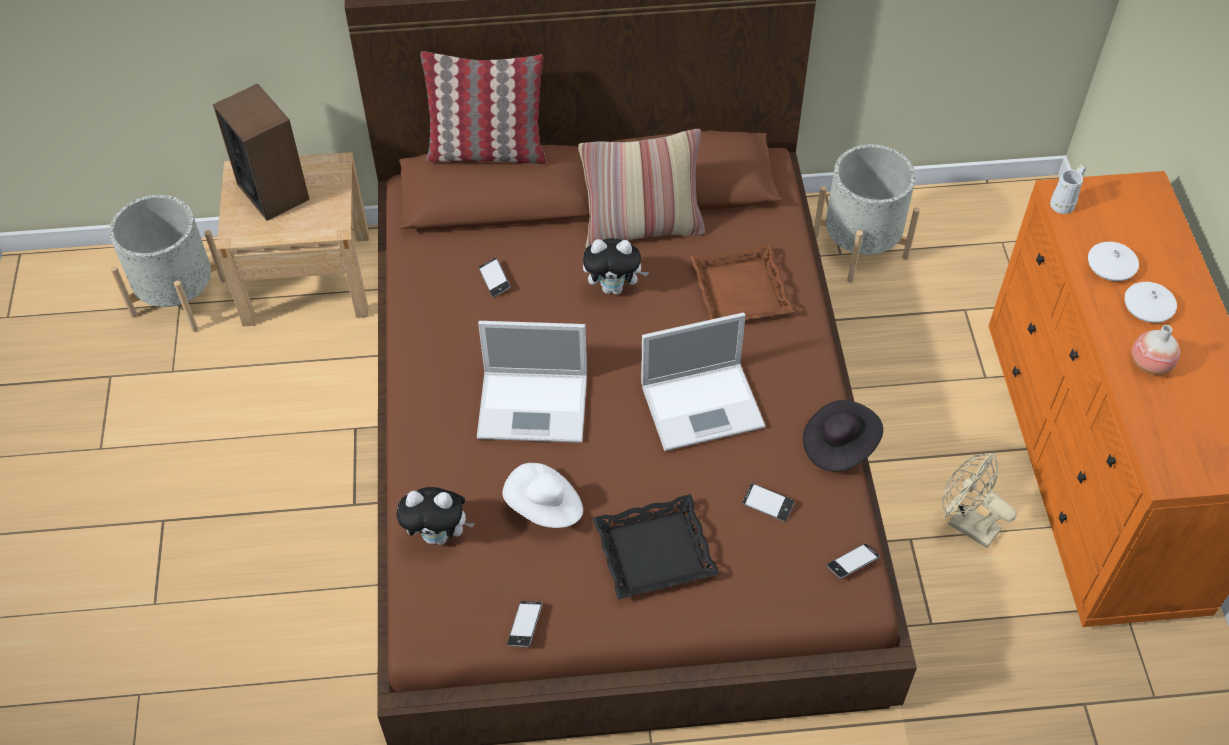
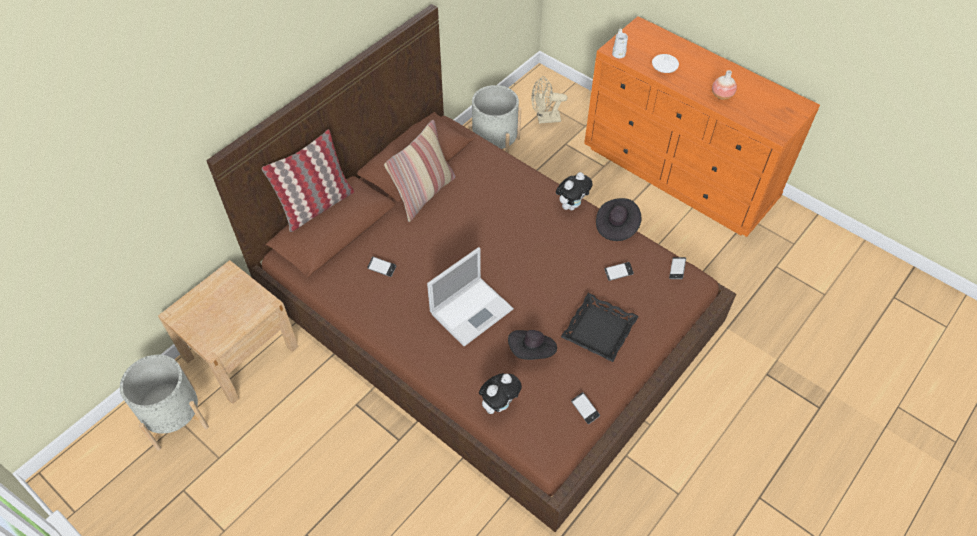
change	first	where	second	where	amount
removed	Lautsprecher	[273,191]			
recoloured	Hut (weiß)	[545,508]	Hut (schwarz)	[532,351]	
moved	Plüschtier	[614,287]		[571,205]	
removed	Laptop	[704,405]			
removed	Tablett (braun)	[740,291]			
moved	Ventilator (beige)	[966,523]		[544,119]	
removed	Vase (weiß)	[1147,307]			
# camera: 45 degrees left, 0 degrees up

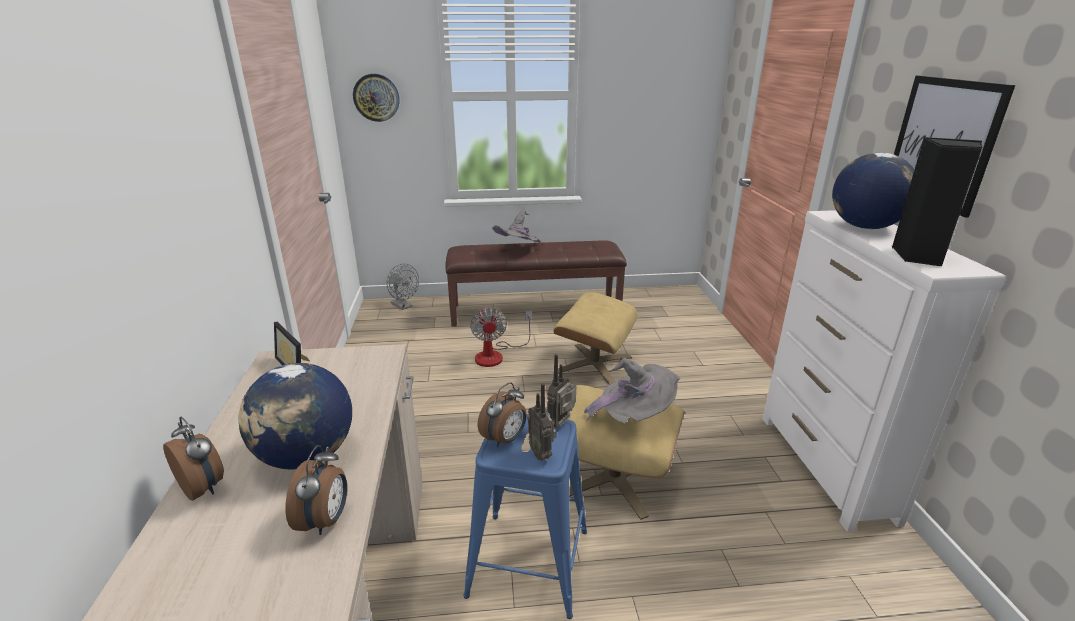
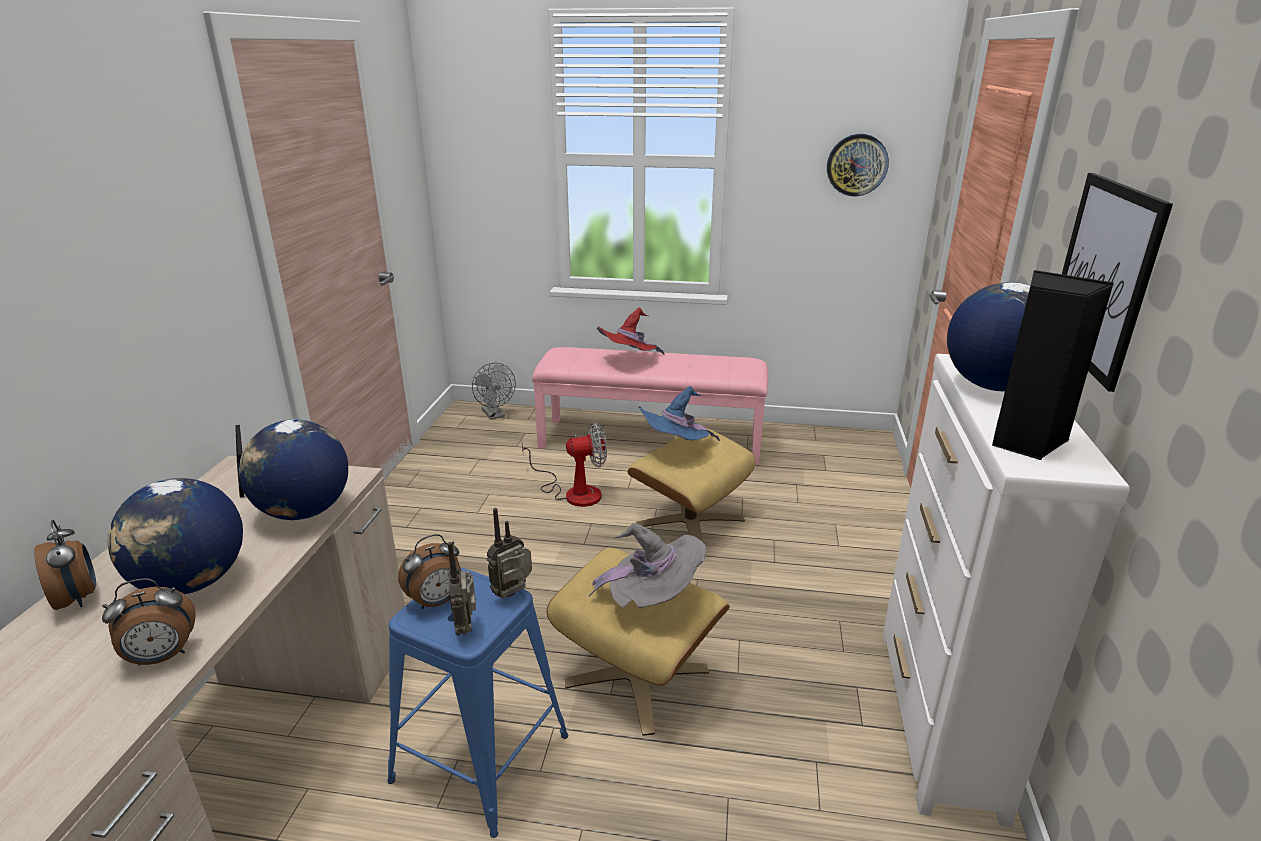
change	first	where	second	where	amount
turned	Wecker	[325,520]		[162,657]	45 degrees clockwise
moved	Wanduhr	[376,97]		[857,165]	
recoloured	Bank (braun)	[535,310]	Bank (rosa)	[651,440]	
turned	Ventilator	[496,355]		[573,492]	105 degrees counterclockwise
recoloured	Hut (grau)	[518,251]	Hut (rot)	[629,361]	
added			Globus	[303,512]	
added			Hut (blau)	[675,448]	
# camera: 15 degrees right, 0 degrees up

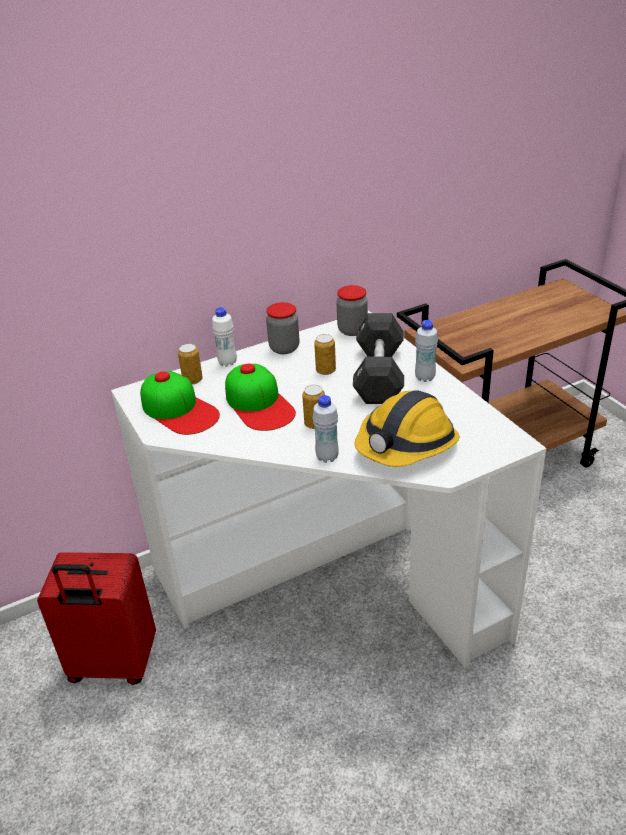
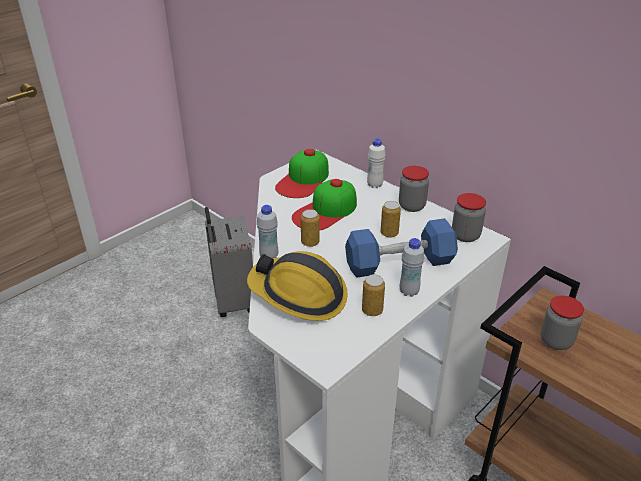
change	first	where	second	where	amount
recoloured	Koffer (rot)	[113,665]	Koffer (grau)	[232,301]	
moved	Dose	[192,380]		[372,311]	
recoloured	Hantel (schwarz)	[379,374]	Hantel (blau)	[399,263]	
added			Vorratsglas	[556,341]	
# camera: 70 degrees right, 0 degrees up

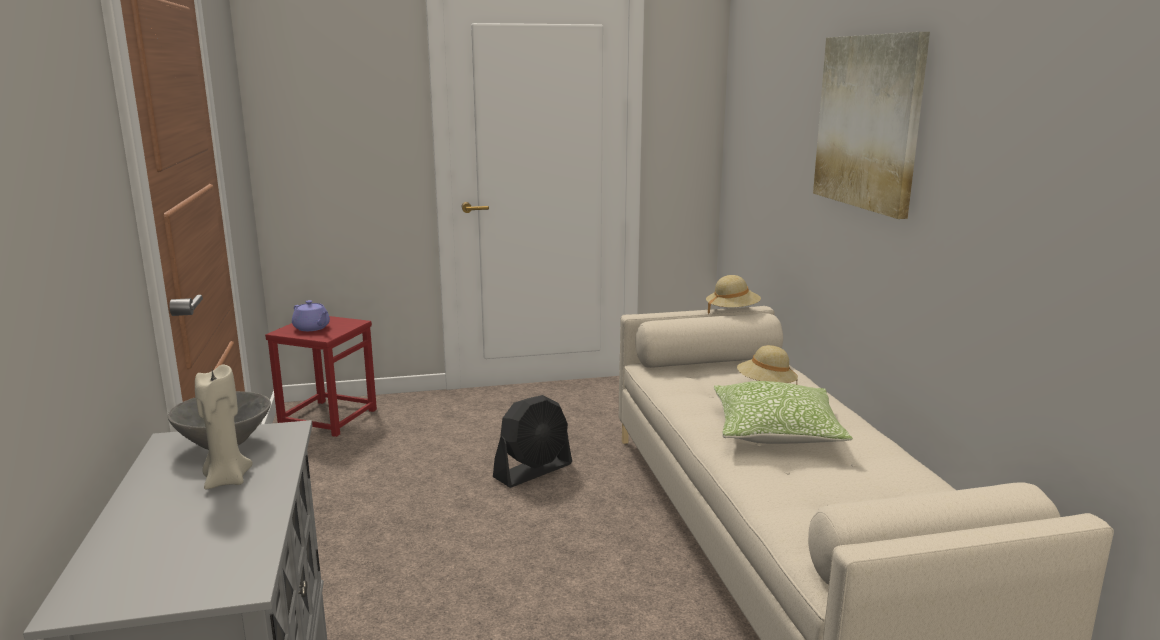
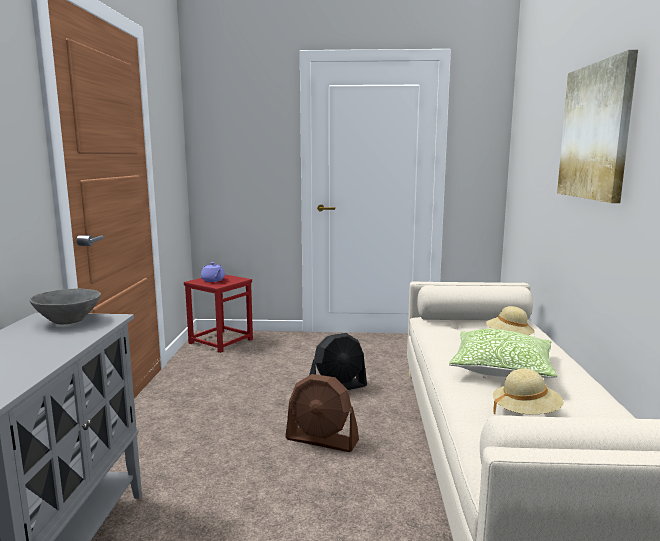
change	first	where	second	where	amount
removed	Kerze (beige)	[226,480]			
moved	Hut (beige)	[732,311]		[525,413]	
added			Ventilator (braun)	[322,440]	
# camera: 15 degrees right, 5 degrees down

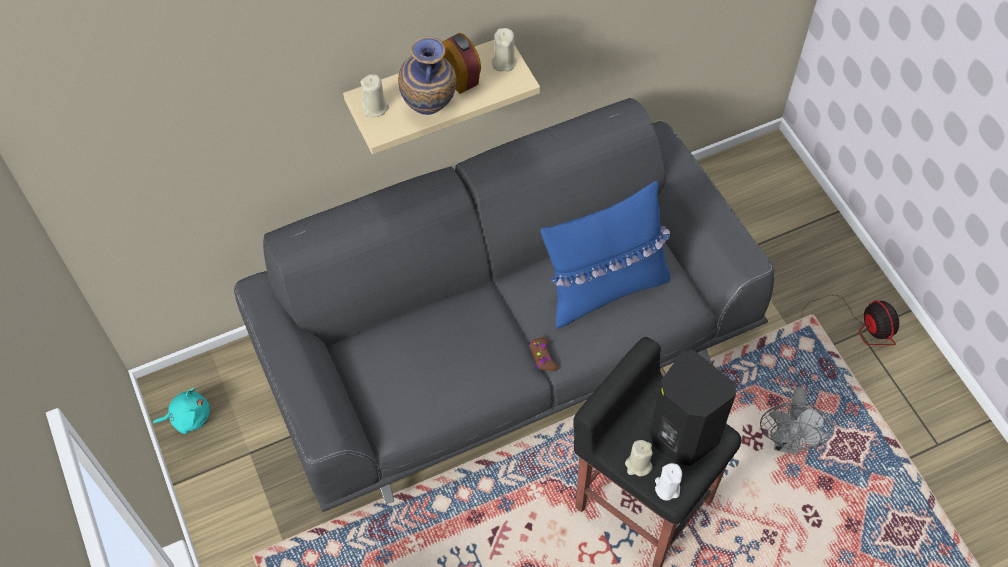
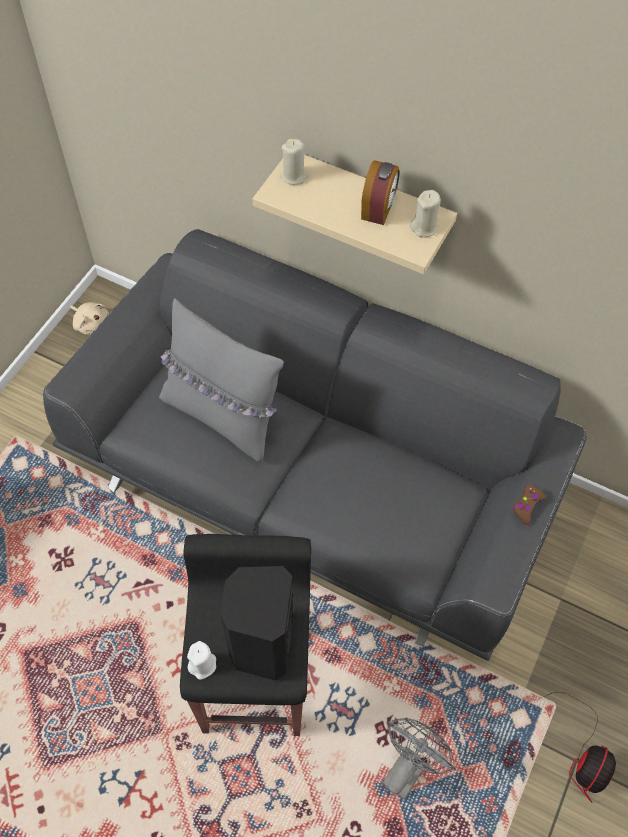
change	first	where	second	where	amount
recoloured	Plüschtier (türkis)	[188,417]	Plüschtier (beige)	[91,324]	
removed	Vase	[430,110]			
moved	Gamepad (braun)	[542,357]		[527,505]	
removed	Kissen (blau)	[604,288]			
removed	Kerze (beige)	[638,465]			
turned	Ventilator (grau)	[787,442]		[408,765]	150 degrees clockwise
added			Kissen (grau)	[222,416]	
# camera: 50 degrees right, 0 degrees up

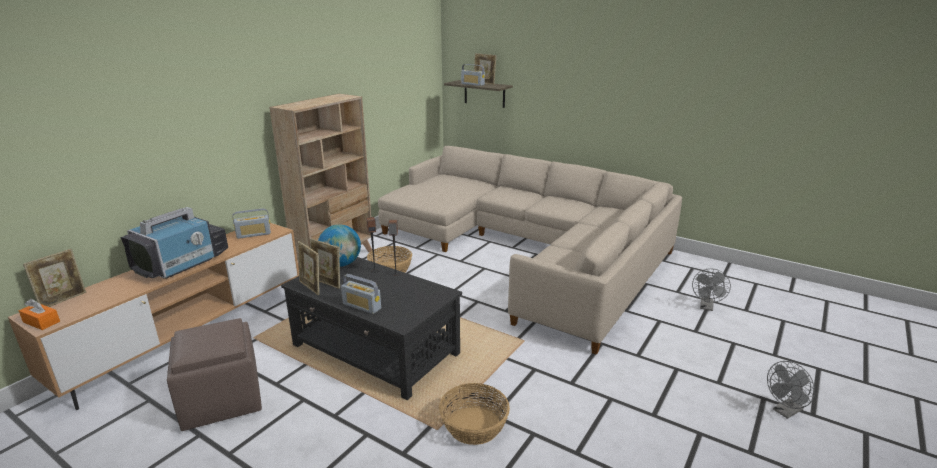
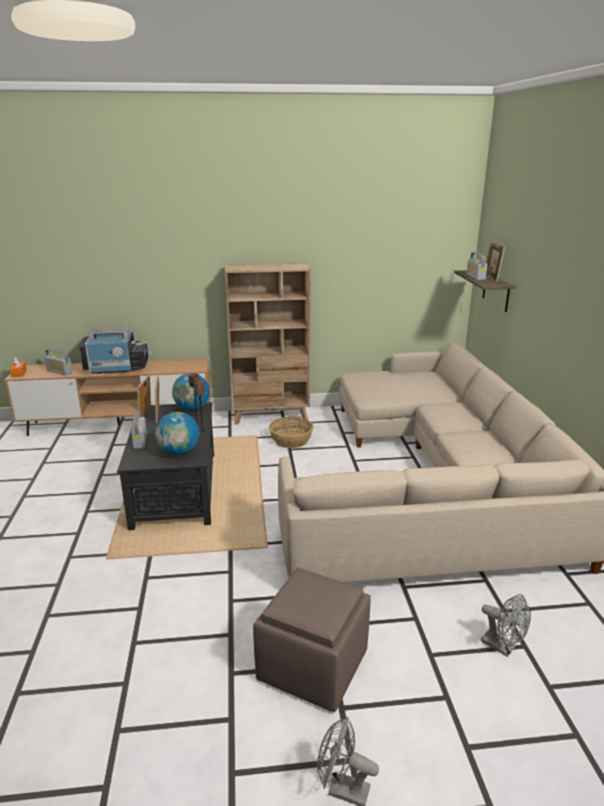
change	first	where	second	where	amount
removed	Bilderrahmen	[63,300]			
moved	Polsterhocker (braun)	[223,400]		[313,667]	
moved	Radio	[254,234]		[59,371]	
removed	Korb	[473,425]			
turned	Ventilator (grau)	[706,307]		[503,647]	120 degrees counterclockwise
added			Globus	[179,452]	
# camera: 50 degrees right, 0 degrees up

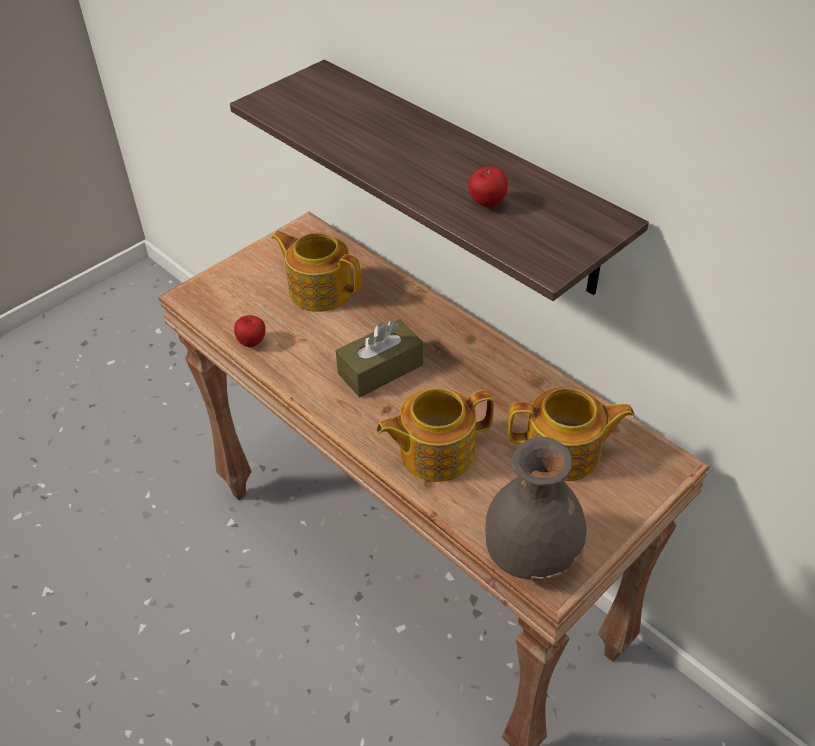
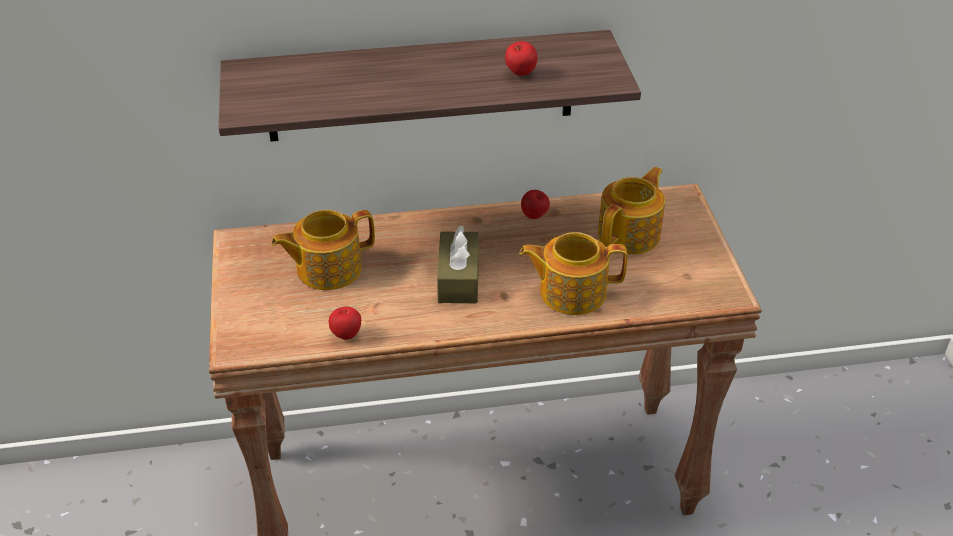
change	first	where	second	where	amount
turned	Teekanne	[435,452]		[571,292]	75 degrees clockwise
removed	Vase (grau)	[531,552]			
added			Apfel	[534,217]	
# camera: 55 degrees left, 5 degrees down

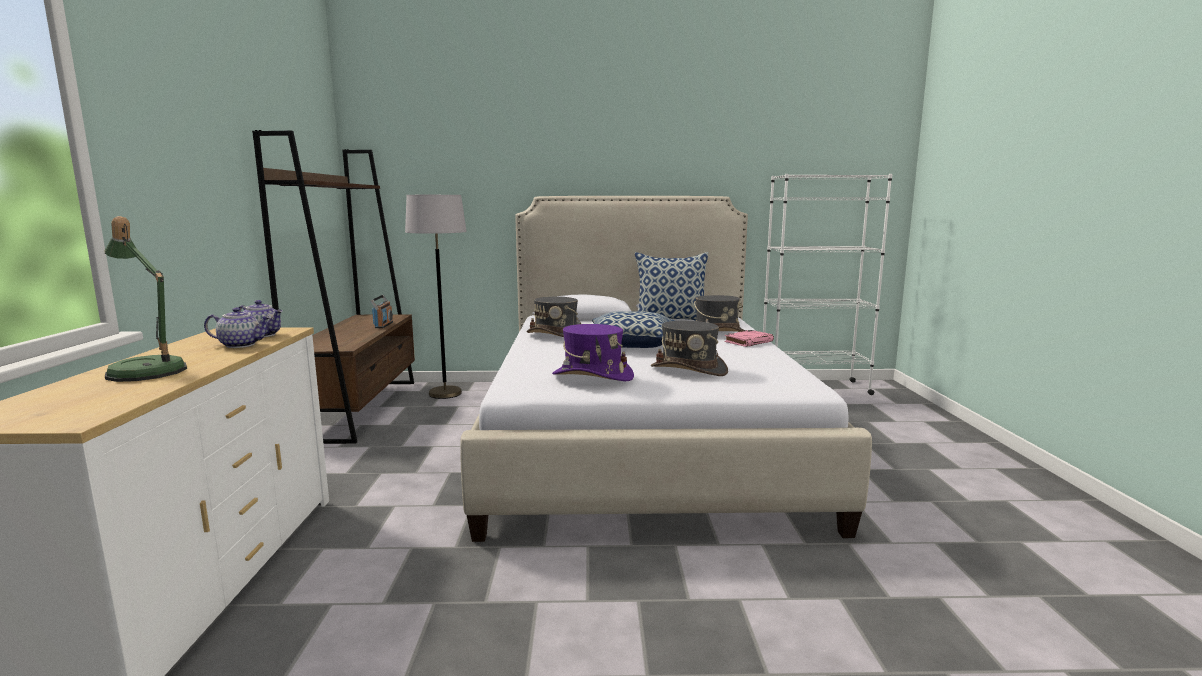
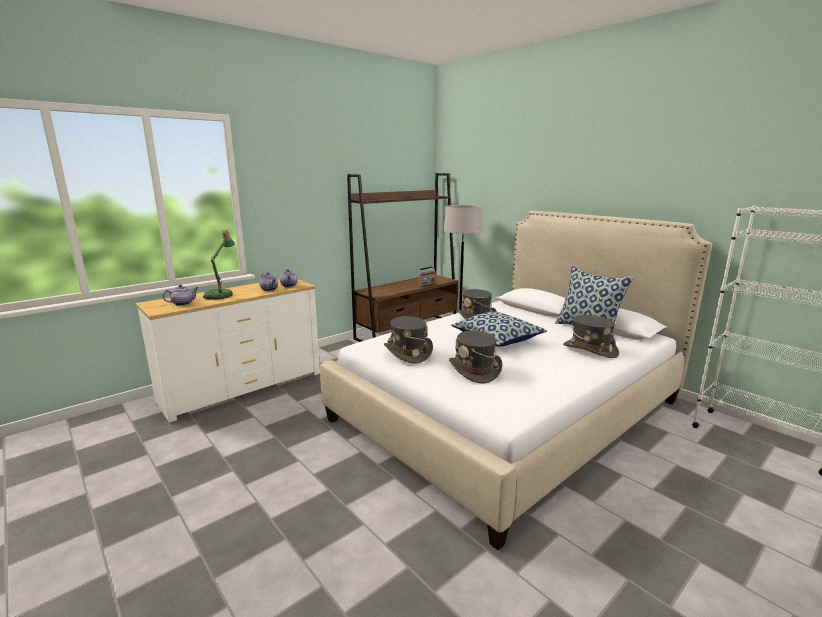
change	first	where	second	where	amount
recoloured	Hut (lila)	[592,376]	Hut (grau)	[408,352]	
removed	Buch (rosa)	[748,342]			
added			Teekanne	[183,303]	
# camera: 50 degrees right, 5 degrees up

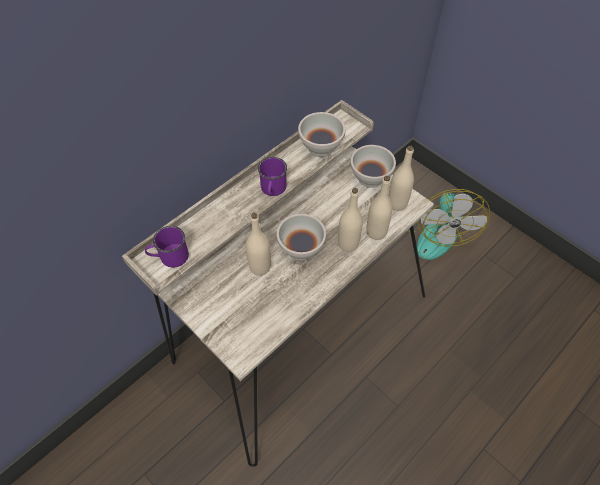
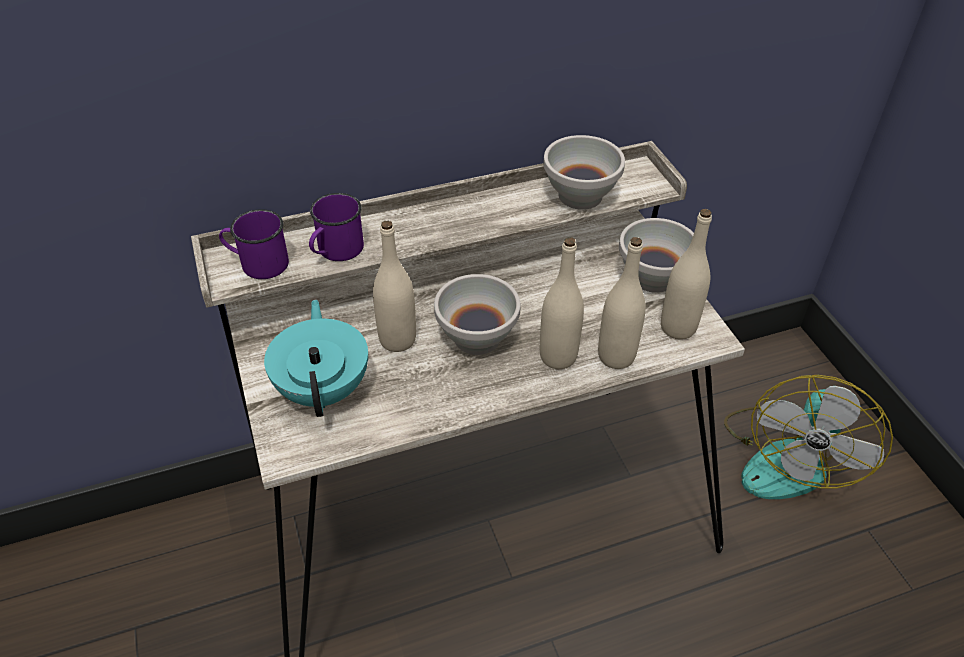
change	first	where	second	where	amount
moved	Henkelbecher (lila)	[272,190]		[336,251]	
added			Teekanne (türkis)	[324,388]	
# camera: 25 degrees right, 10 degrees down

